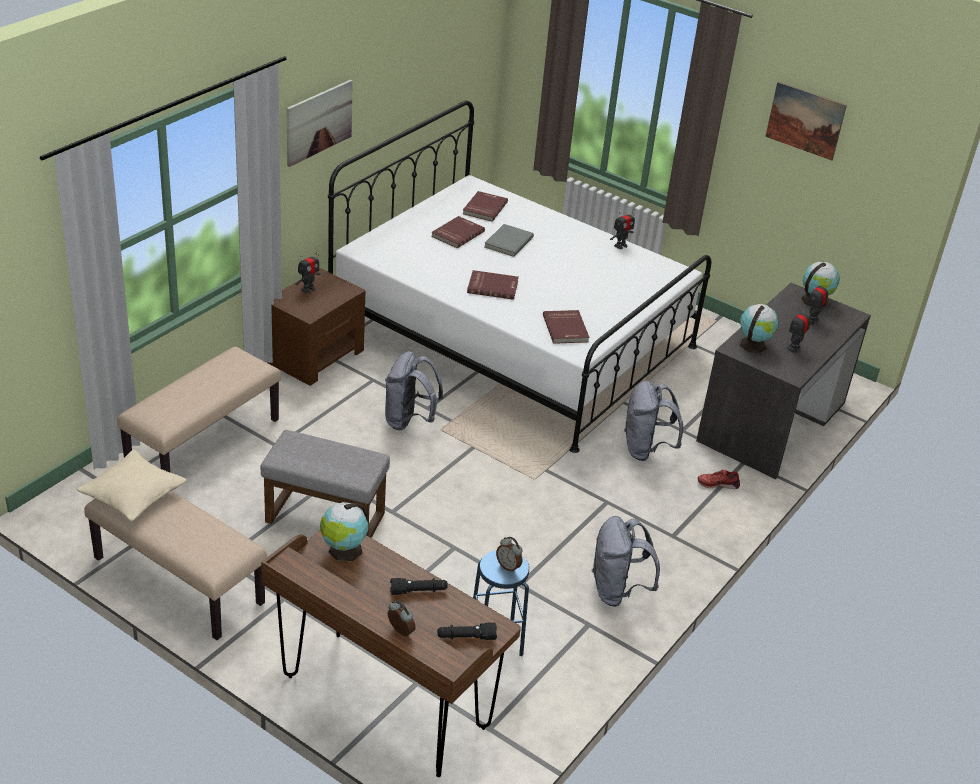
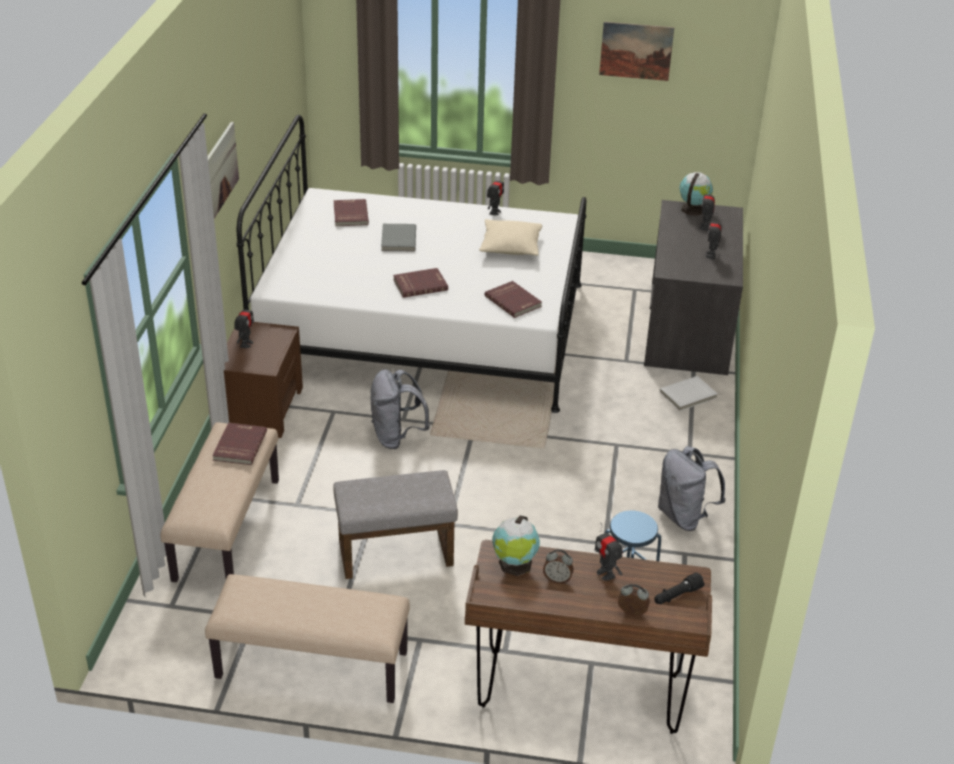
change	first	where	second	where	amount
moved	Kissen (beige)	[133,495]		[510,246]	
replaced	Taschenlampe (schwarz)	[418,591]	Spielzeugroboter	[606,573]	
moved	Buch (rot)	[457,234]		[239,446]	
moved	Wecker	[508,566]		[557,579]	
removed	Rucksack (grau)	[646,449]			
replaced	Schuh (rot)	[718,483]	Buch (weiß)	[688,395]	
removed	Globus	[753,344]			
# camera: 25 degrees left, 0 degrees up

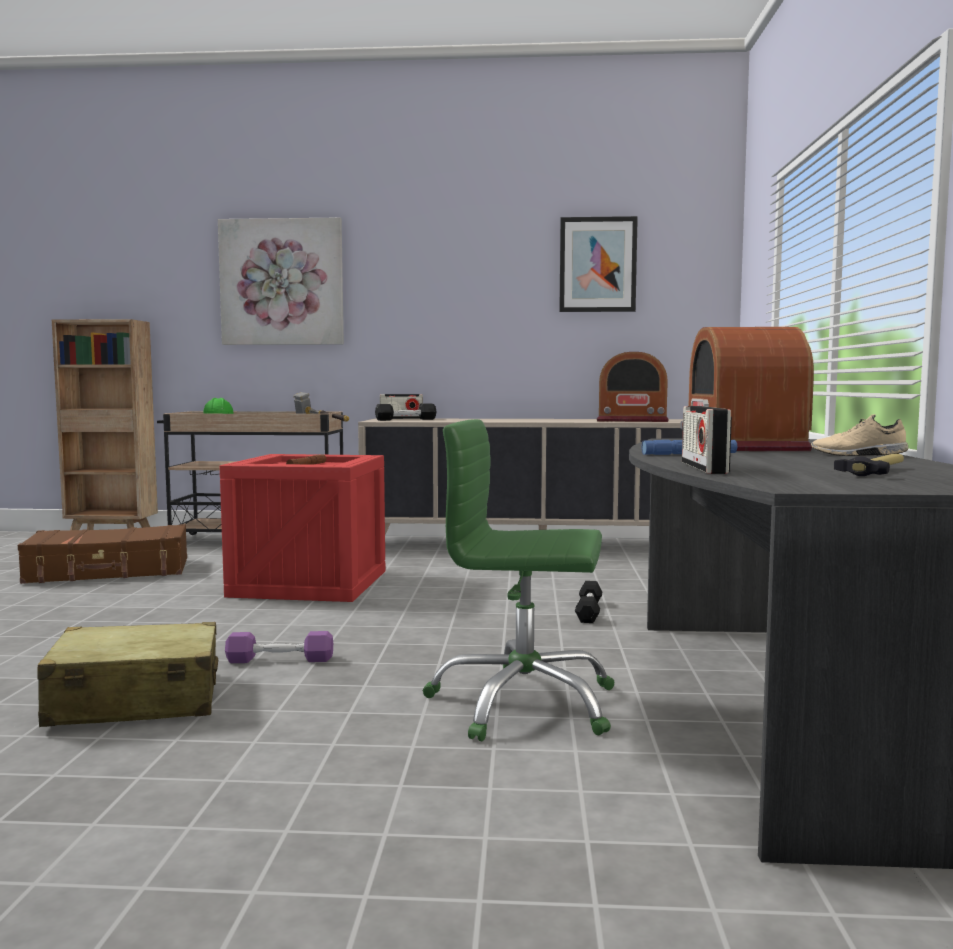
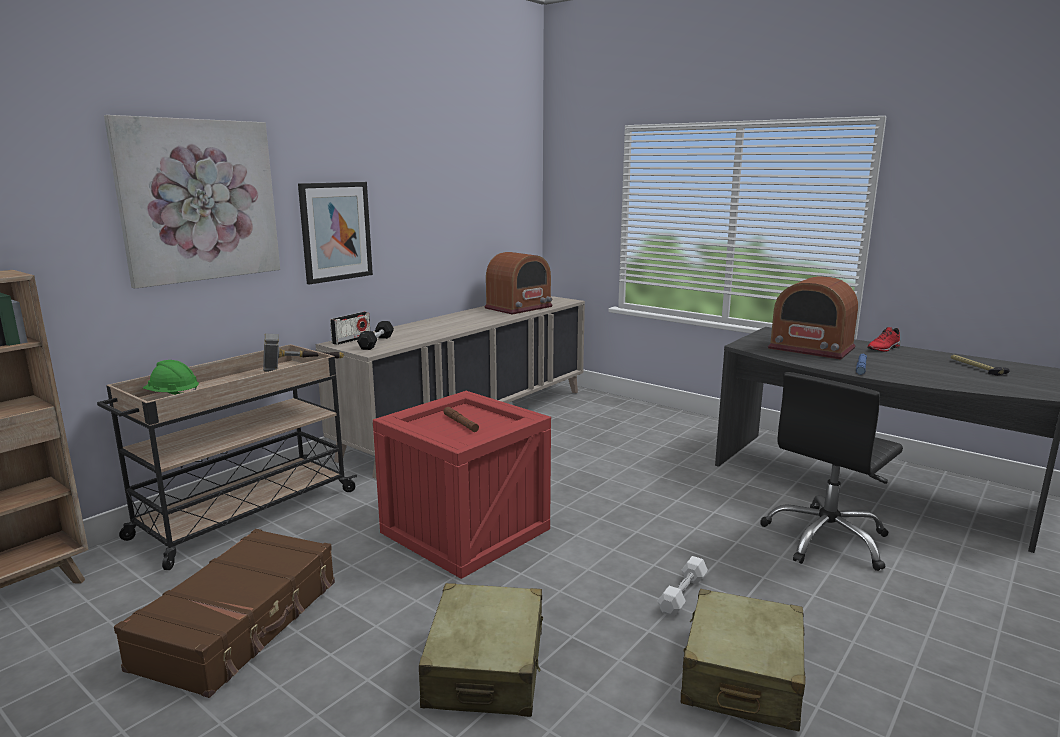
change	first	where	second	where	amount
recoloured	Hantel (lila)	[280,660]	Hantel (weiß)	[682,594]	
recoloured	Bürostuhl (grün)	[523,703]	Bürostuhl (schwarz)	[826,539]	
moved	Bild	[597,265]		[336,231]	
removed	Hantel (schwarz)	[589,611]			
removed	Radio	[704,468]			
recoloured	Schuh (beige)	[858,455]	Schuh (rot)	[884,349]	
added			Koffer (beige)	[486,667]	
# camera: 55 degrees left, 10 degrees up

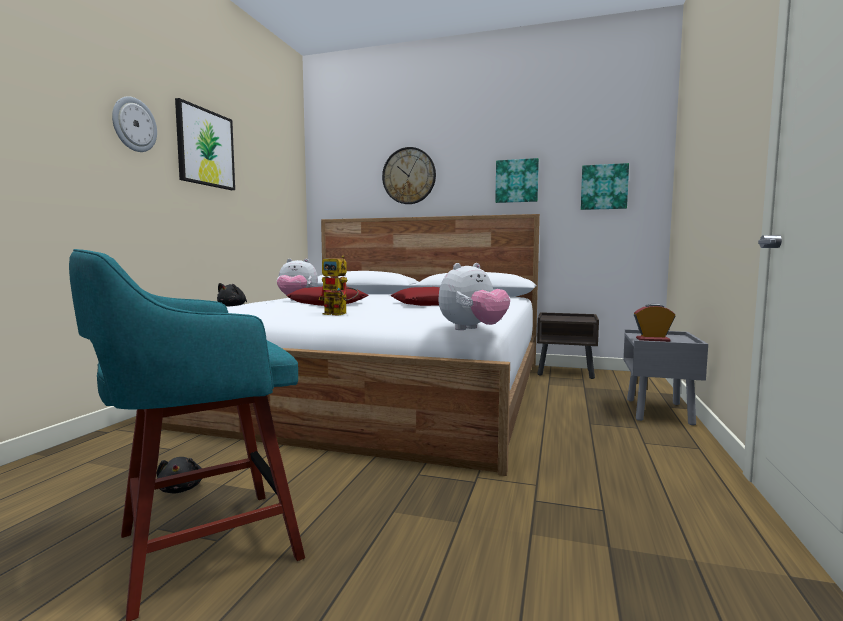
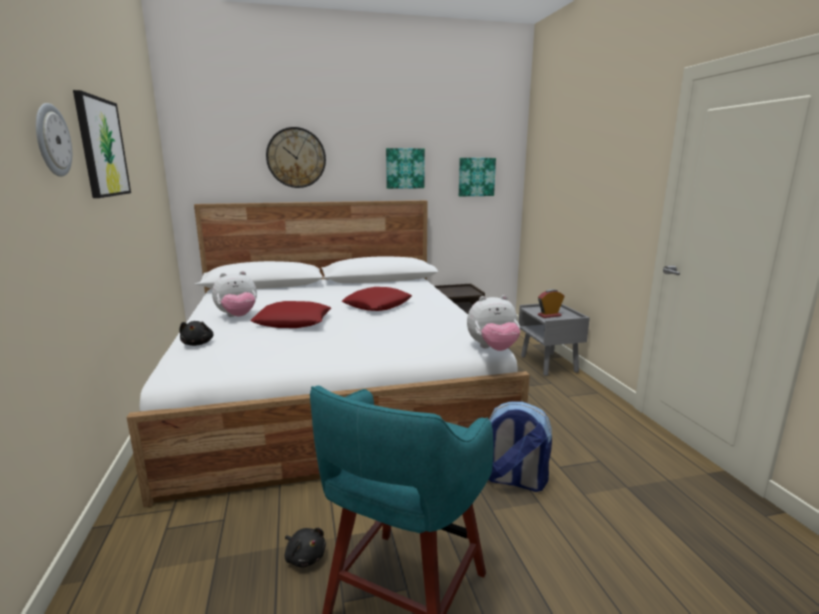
change	first	where	second	where	amount
removed	Spielzeugroboter	[340,314]			
turned	Plüschtier	[472,330]		[493,349]	60 degrees clockwise
added			Rucksack	[514,480]	
# camera: 30 degrees left, 10 degrees up

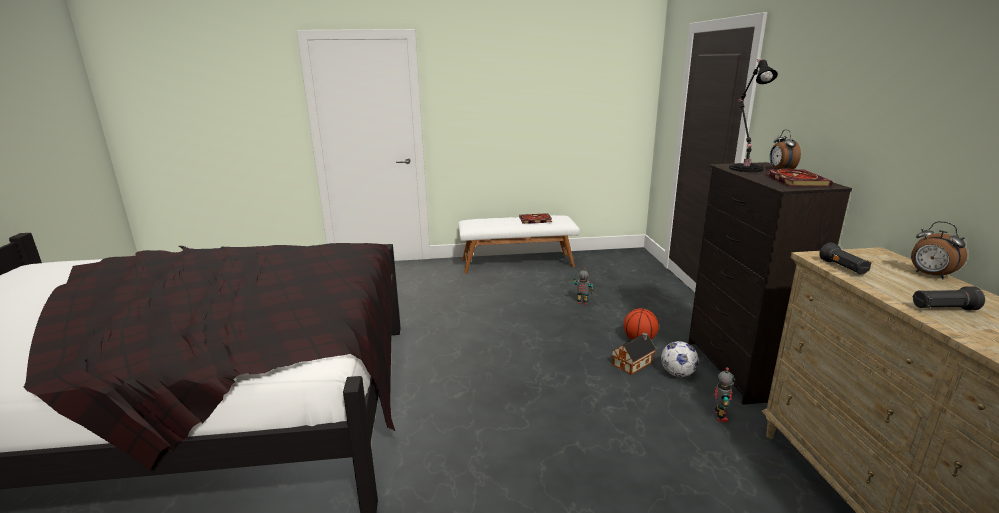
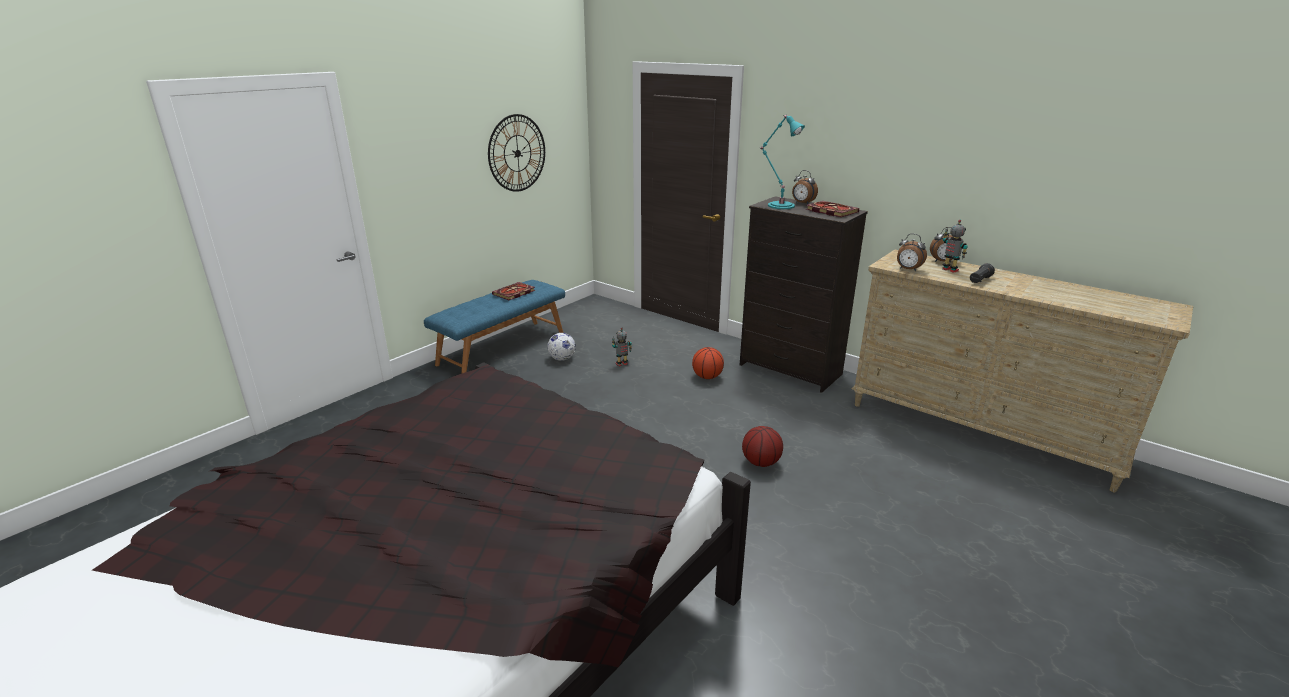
change	first	where	second	where	amount
recoloured	Bank (weiß)	[517,263]	Bank (blau)	[502,348]	
removed	Spielzeughaus	[633,363]			
moved	Fußball	[677,374]		[562,359]	
moved	Spielzeugroboter	[719,417]		[949,270]	
recoloured	Tischlampe (schwarz)	[744,168]	Tischlampe (türkis)	[779,205]	
replaced	Taschenlampe (schwarz)	[843,268]	Wecker	[908,269]	
added			Wanduhr	[517,153]	
added			Basketball	[761,462]	
# camera: 45 degrees left, 5 degrees up

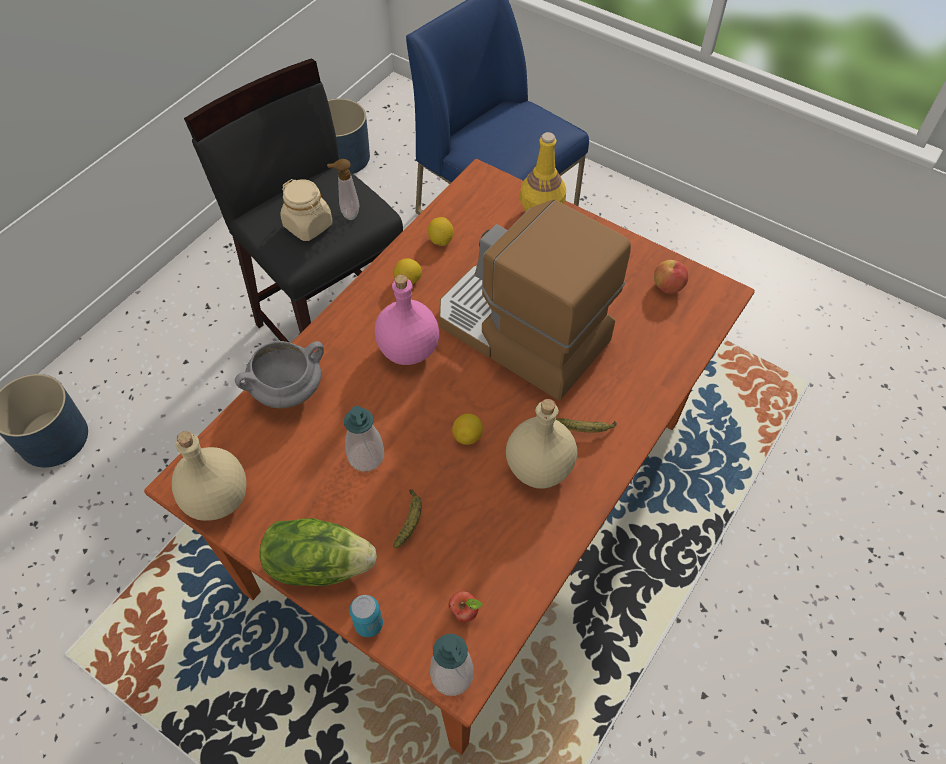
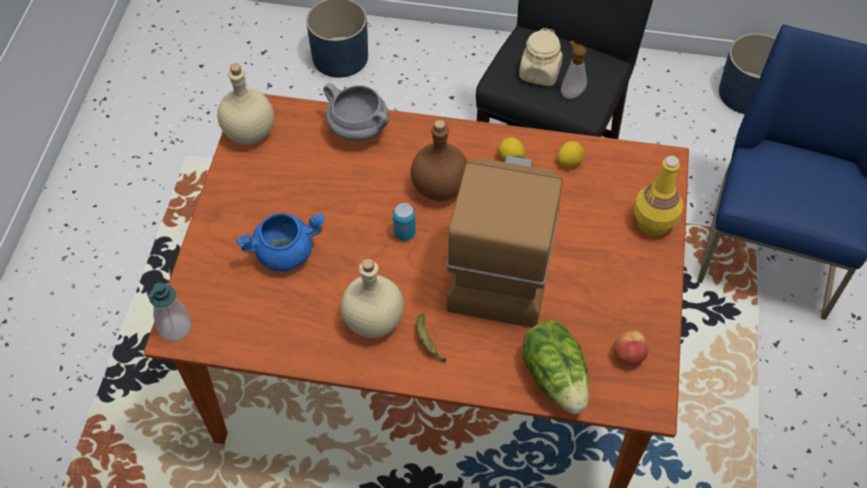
change	first	where	second	where	amount
moved	Salatkopf	[319,563]		[555,377]	
removed	Seifenspender	[366,456]			
moved	Dose	[369,624]		[404,233]	
recoloured	Flasche (rosa)	[407,350]	Flasche (braun)	[439,187]	
replaced	Banane	[410,521]	Kochtopf (blau)	[285,253]	
removed	Apfel	[465,612]			
removed	Zitrone	[467,436]			
# camera: 65 degrees right, 0 degrees up

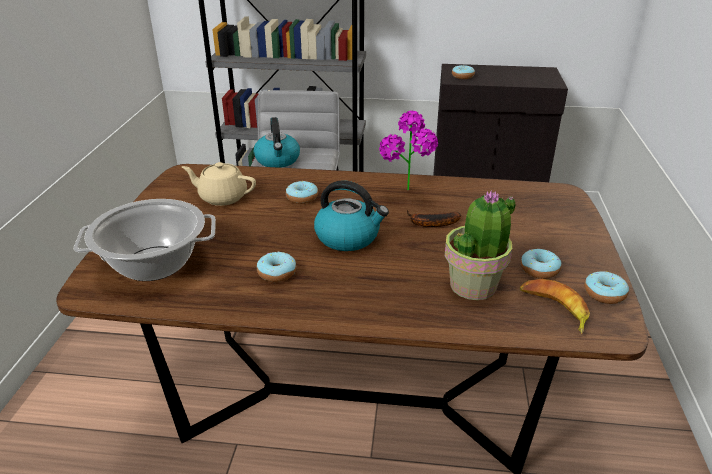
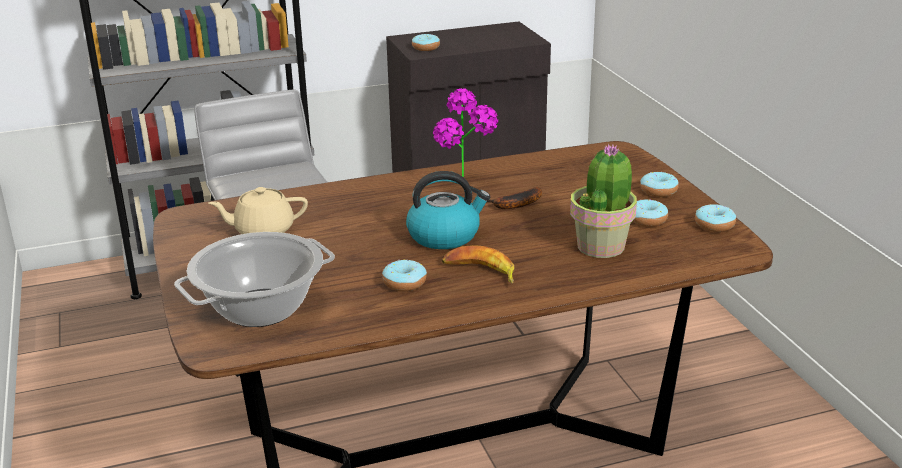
change	first	where	second	where	amount
removed	Wasserkessel	[278,160]			
moved	Donut	[302,198]		[658,191]	
moved	Banane	[554,309]		[480,271]	
# camera: 25 degrees left, 5 degrees down

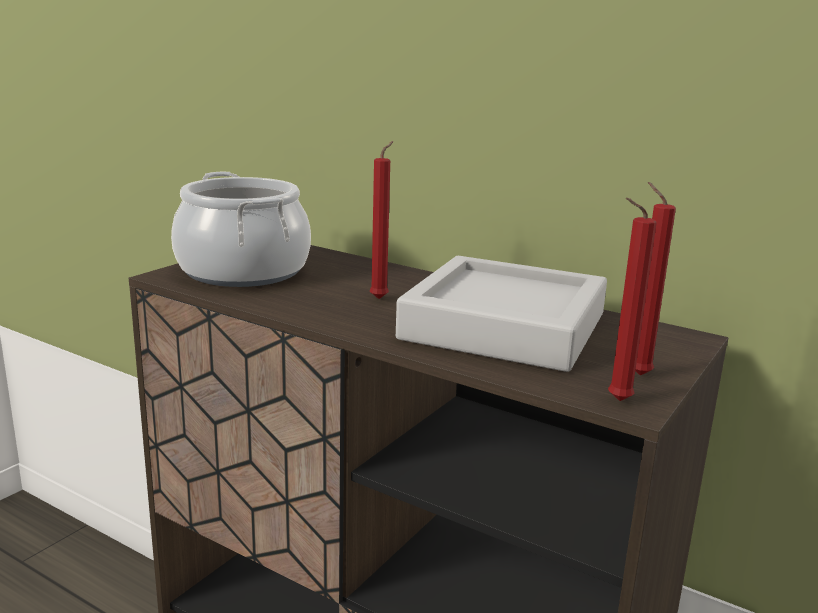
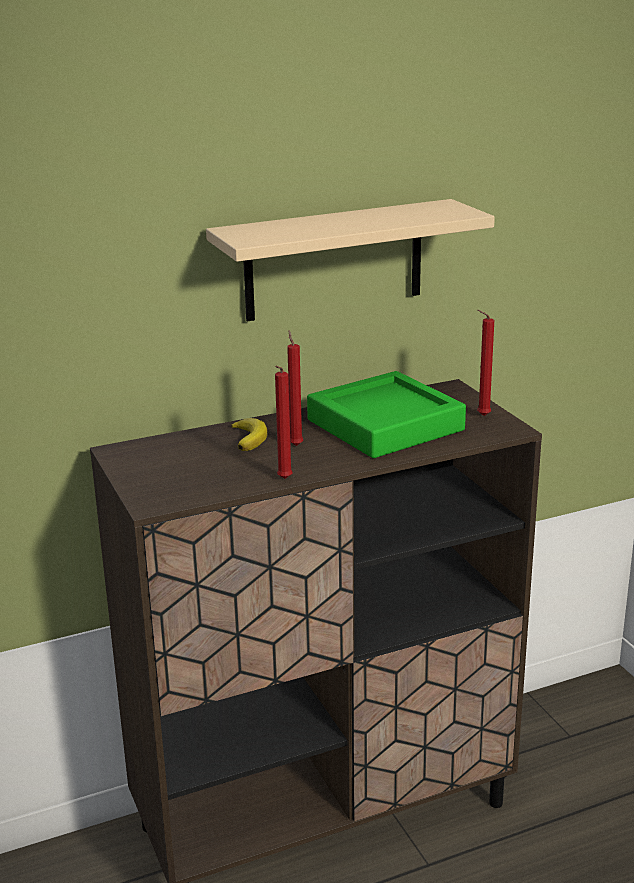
change	first	where	second	where	amount
removed	Kochtopf	[243,271]			
recoloured	Tablett (grau)	[504,326]	Tablett (grün)	[385,425]	
moved	Kerze (rot)	[615,401]		[283,480]	
added			Wandregal (beige)	[334,260]	
added			Banane	[249,438]	
# camera: 55 degrees left, 5 degrees up

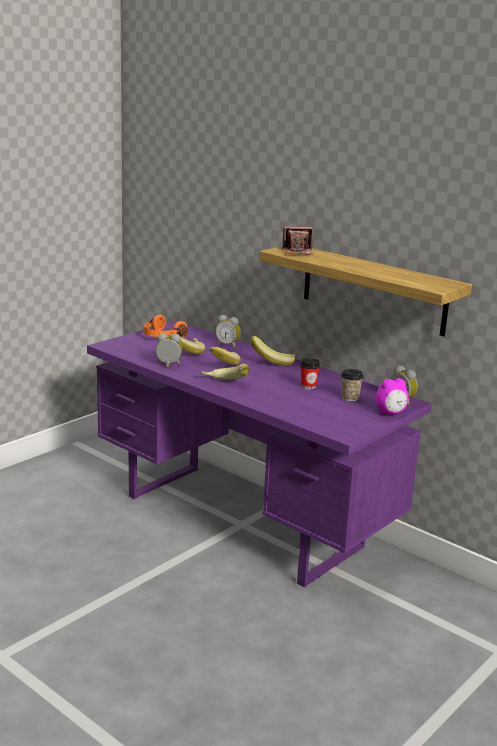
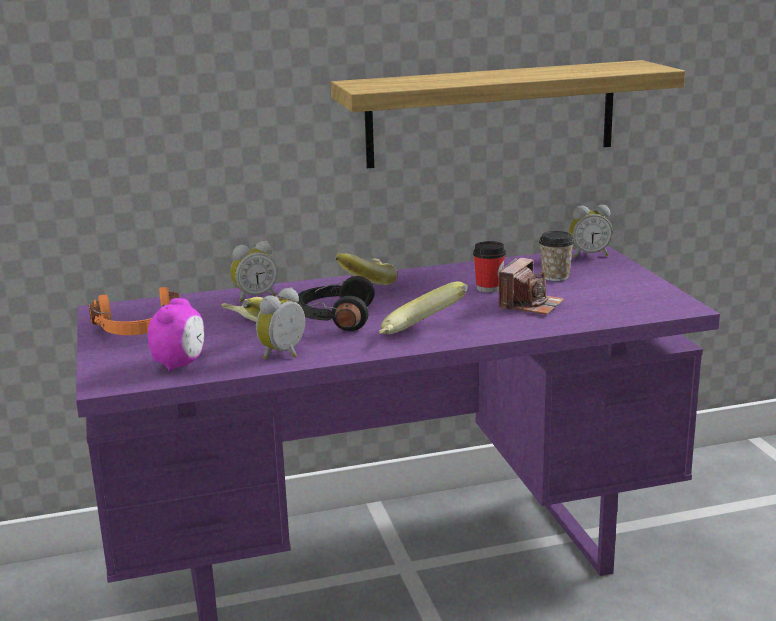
change	first	where	second	where	amount
replaced	Banane	[221,365]	Kopfhörer (schwarz)	[334,318]	
moved	Kamera	[298,251]		[530,305]	
moved	Wecker	[390,413]		[180,364]	
# camera: 55 degrees left, 0 degrees up

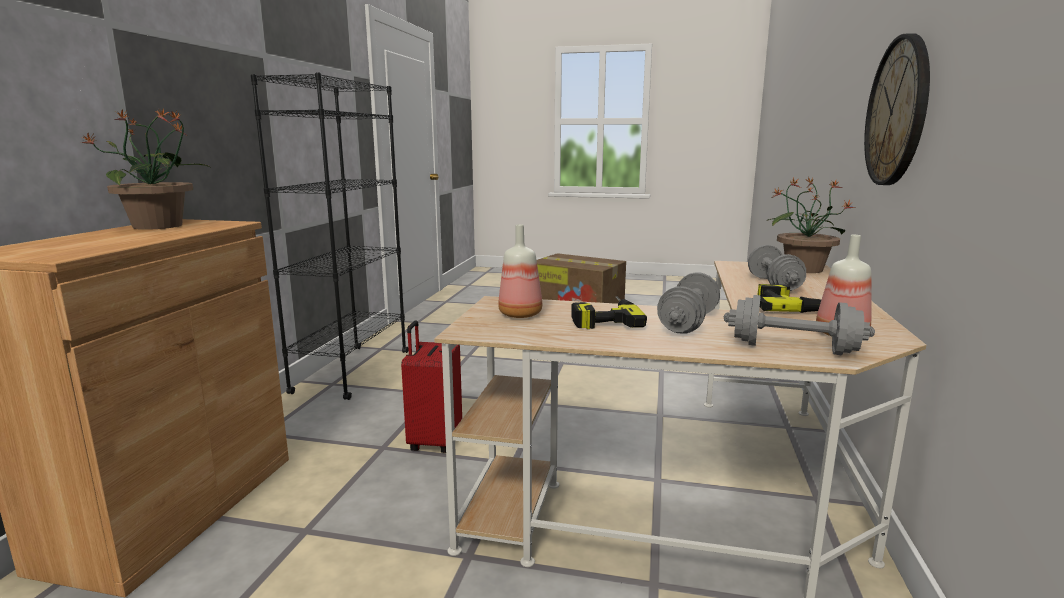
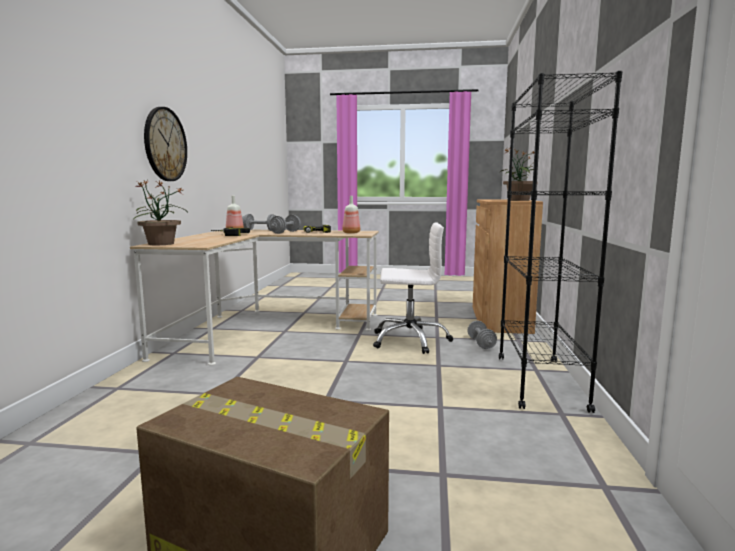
change	first	where	second	where	amount
replaced	Koffer (rot)	[434,441]	Bürostuhl (weiß)	[410,340]	
moved	Hantel (grau)	[773,284]		[481,343]	
# camera: 175 degrees right, 5 degrees down

